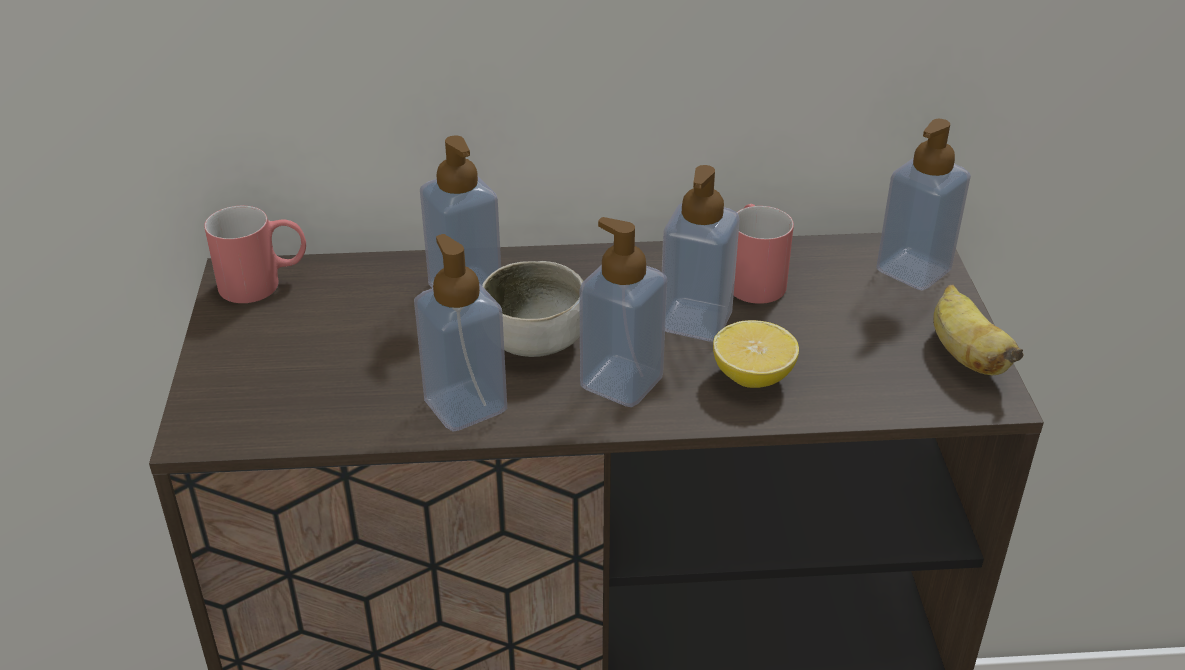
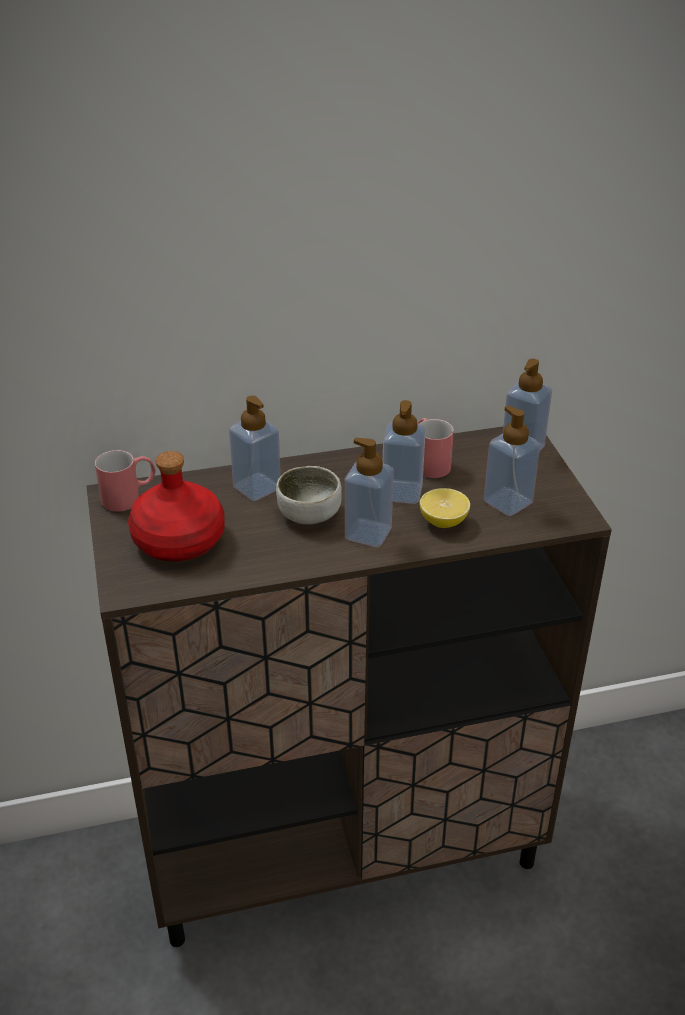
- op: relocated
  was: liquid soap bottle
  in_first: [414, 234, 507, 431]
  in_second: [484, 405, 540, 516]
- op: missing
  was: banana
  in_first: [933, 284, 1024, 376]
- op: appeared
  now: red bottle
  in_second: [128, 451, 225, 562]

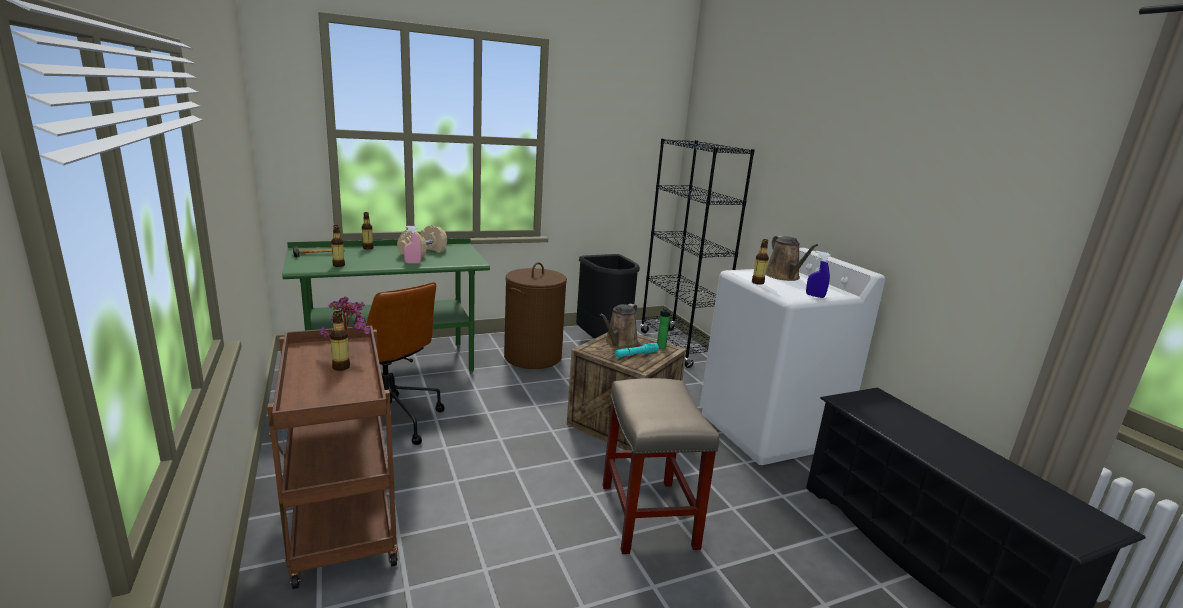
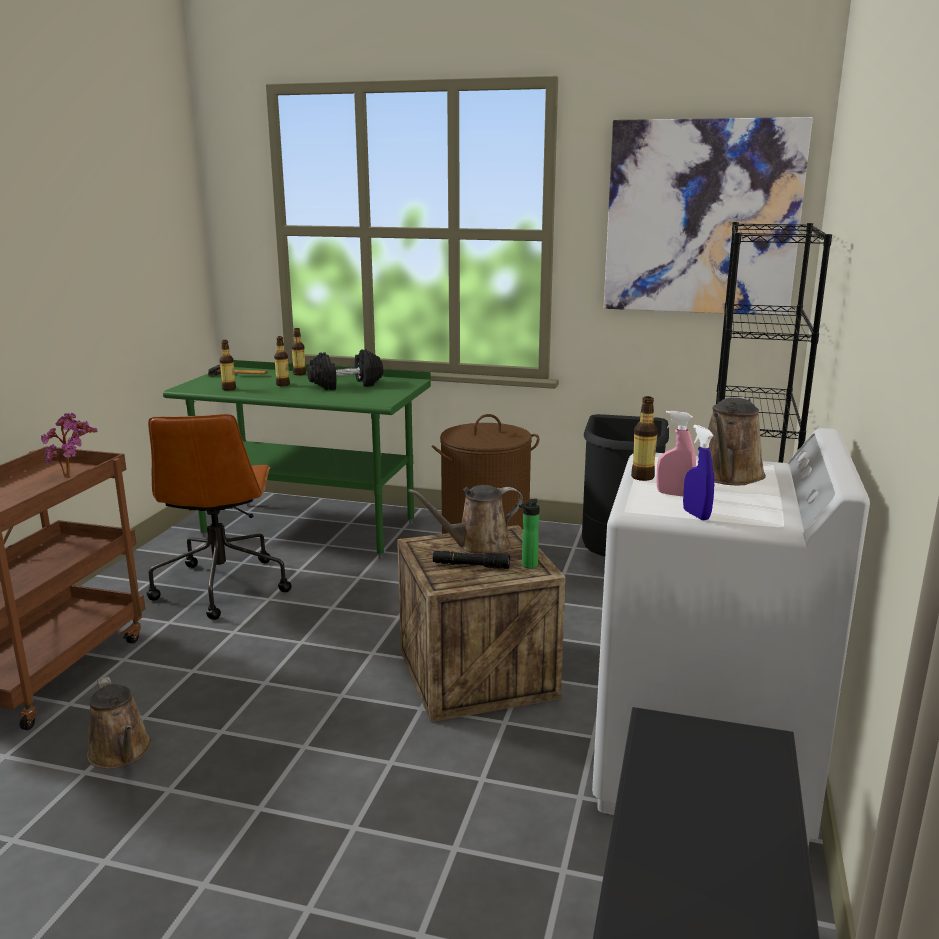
- op: relocated
  was: bottle
  in_first: [330, 311, 350, 371]
  in_second: [274, 336, 290, 386]
- op: colour
  was: sand-coloured dumbbell
  now: blackish dumbbell
  in_first: [397, 225, 447, 258]
  in_second: [307, 349, 383, 390]
- op: relocated
  was: pinkish hand sprayer
  in_first: [404, 226, 421, 264]
  in_second: [656, 411, 696, 496]
- op: missing
  was: sand-coloured stool
  in_first: [603, 378, 719, 554]
- op: colour
  was: turquoise-coloured torch
  now: blackish torch
  in_first: [615, 343, 659, 357]
  in_second: [433, 551, 510, 569]
- op: appeared
  now: brown watering pot
  in_second: [87, 677, 151, 769]
- op: appeared
  now: wall art
  in_second: [604, 117, 813, 316]

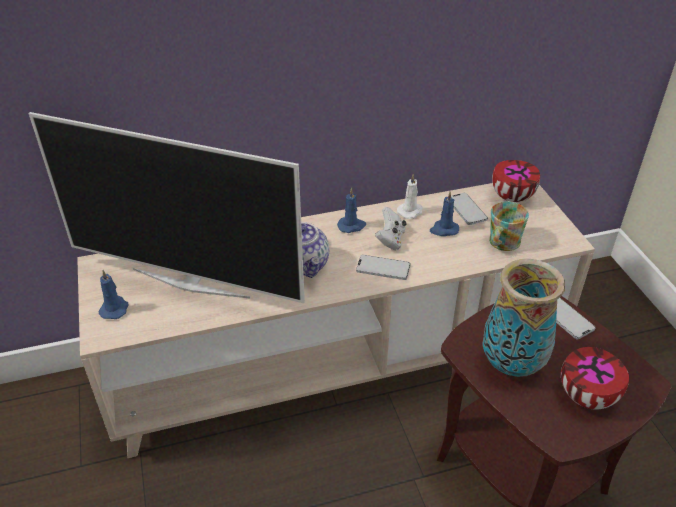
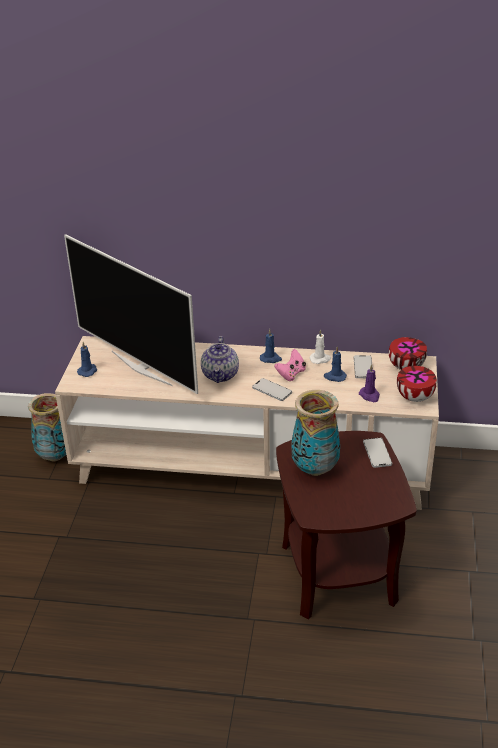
- op: colour
  was: white-coloured game controller
  now: pinkish game controller
  in_first: [375, 207, 407, 250]
  in_second: [274, 349, 306, 381]
- op: exchanged
  was: mug
  now: purple-coloured wax light
  in_first: [489, 202, 529, 251]
  in_second: [359, 364, 380, 402]
- op: relocated
  was: bowl
  in_first: [561, 347, 629, 409]
  in_second: [397, 366, 437, 402]
- op: appeared
  now: flower vase
  in_second: [28, 393, 66, 461]

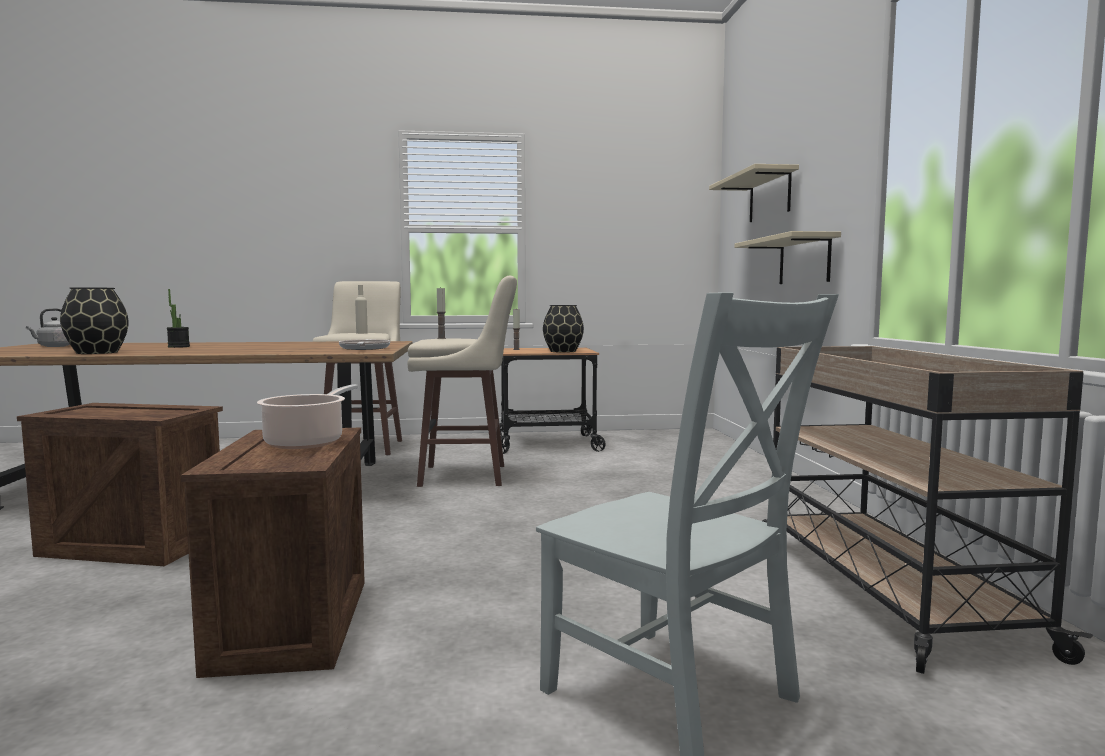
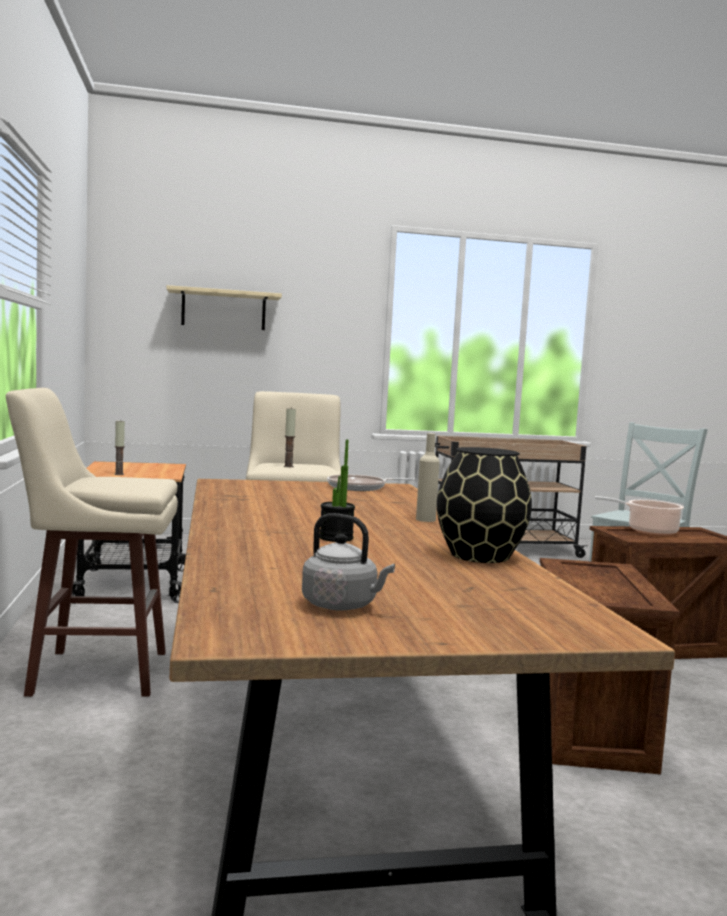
- op: relocated
  was: sand-coloured bottle
  in_first: [355, 285, 368, 334]
  in_second: [416, 433, 440, 522]
- op: missing
  was: blackish flower vase
  in_first: [543, 305, 584, 353]
- op: missing
  was: sand-coloured wall shelf
  in_first: [734, 231, 841, 284]

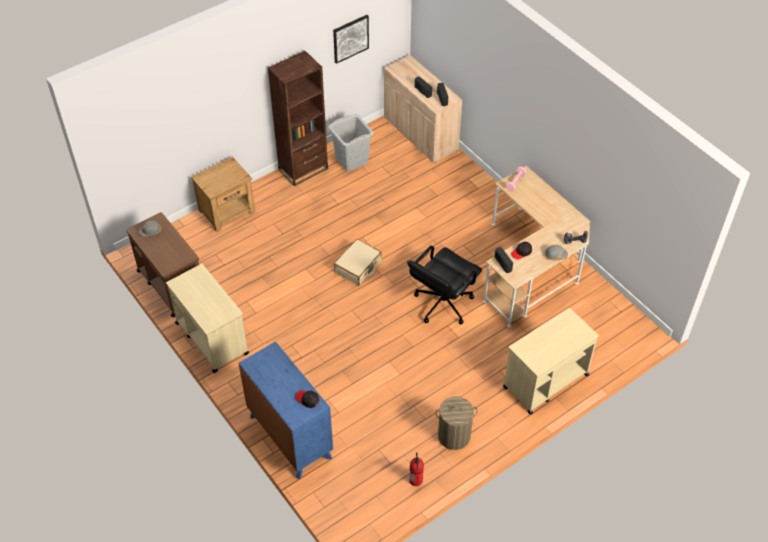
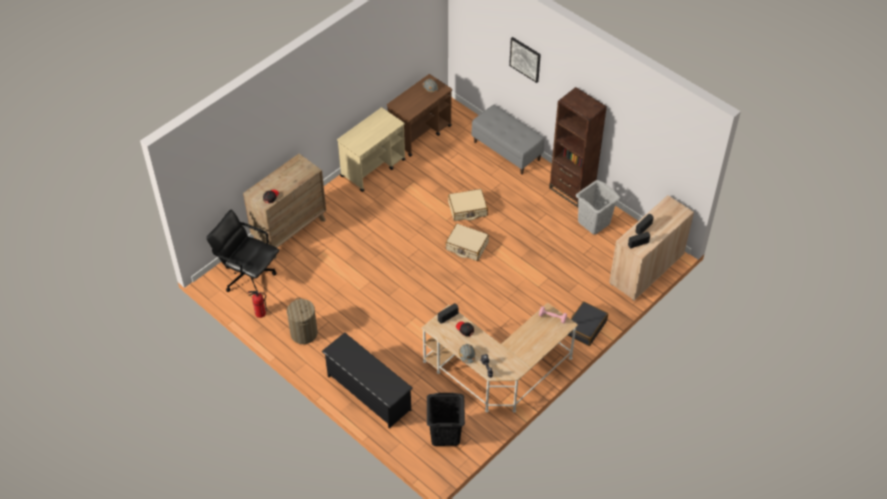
- op: exchanged
  was: brown nightstand
  now: gray indoor bench
  in_first: [191, 157, 255, 232]
  in_second: [472, 105, 545, 175]
- op: colour
  was: blue dresser
  now: brown dresser
  in_first: [239, 341, 333, 479]
  in_second: [243, 154, 326, 259]
- op: relocated
  was: wall art
  in_first: [333, 15, 369, 64]
  in_second: [509, 37, 541, 83]
- op: relocated
  was: blackish computer chair
  in_first: [407, 245, 482, 324]
  in_second: [206, 209, 279, 293]
- op: exchanged
  was: sand-coloured cart
  now: blackish shoe rack
  in_first: [503, 308, 599, 414]
  in_second: [321, 332, 413, 428]
- op: appeared
  now: blackish washing basket
  in_second: [427, 393, 465, 446]
- op: appeared
  now: sand-coloured travel case
  in_second: [448, 189, 488, 221]
- op: appeared
  now: blackish travel case
  in_second: [567, 301, 608, 346]

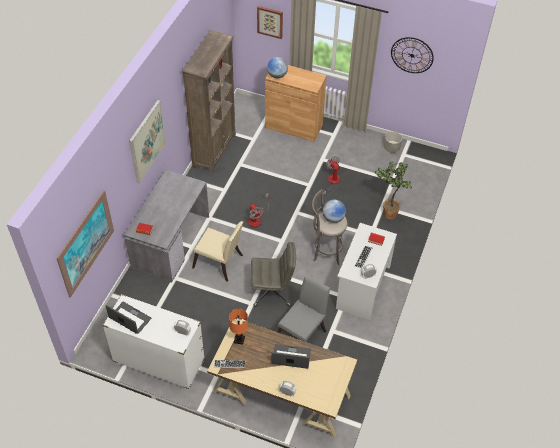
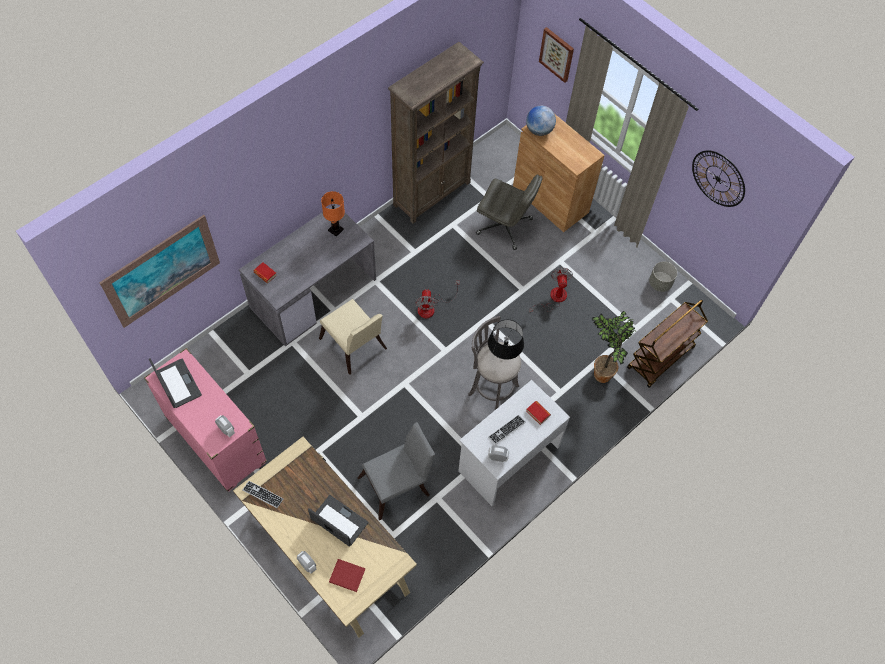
- op: colour
  was: white-coloured dresser
  now: pinkish dresser
  in_first: [102, 294, 205, 390]
  in_second: [144, 348, 267, 492]
- op: missing
  was: wall art
  in_first: [129, 100, 166, 183]
- op: relocated
  was: orange-coloured table lamp
  in_first: [229, 309, 248, 345]
  in_second: [321, 191, 345, 237]
- op: relocated
  was: gray computer chair
  in_first: [251, 242, 296, 307]
  in_second: [476, 174, 543, 250]
- op: exchanged
  was: world globe
  now: blackish table lamp
  in_first: [323, 200, 346, 223]
  in_second: [488, 320, 524, 360]
- op: appeared
  now: red bound book
  in_second: [329, 559, 365, 592]
- op: appeared
  now: brown cart
  in_second: [627, 300, 708, 388]

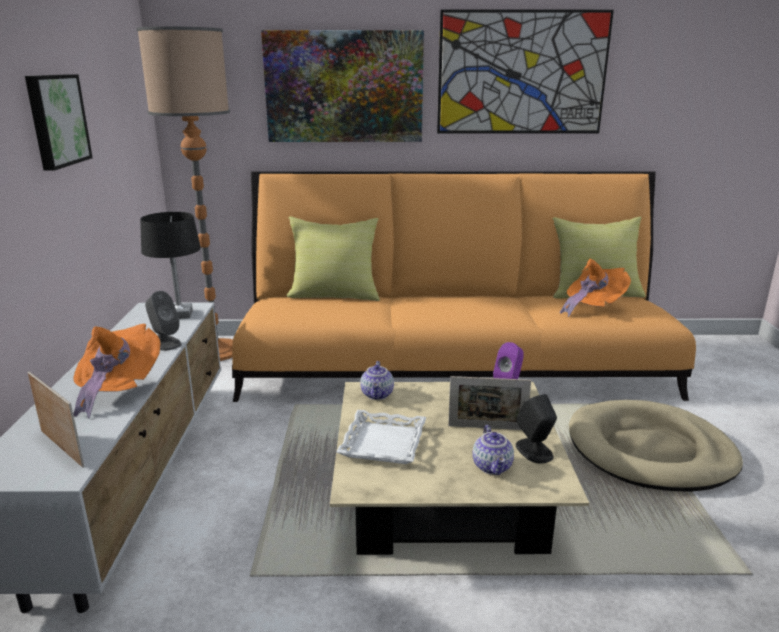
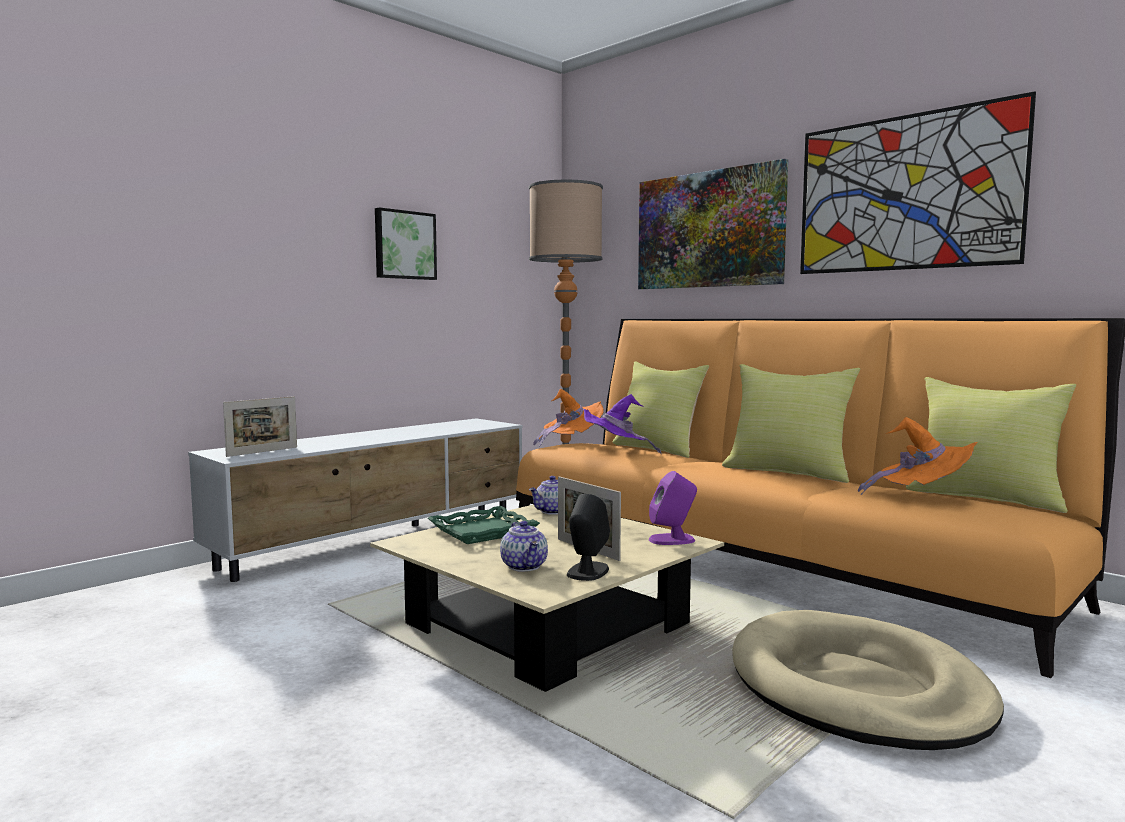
- op: spun
  was: photo frame
  in_first: [27, 372, 84, 468]
  in_second: [223, 396, 297, 457]
  clockwise: 45
- op: relocated
  was: orange-coloured clothing hat
  in_first: [73, 324, 160, 419]
  in_second: [533, 389, 604, 447]
- op: missing
  was: blackish table lamp
  in_first: [140, 212, 201, 319]
- op: missing
  was: gray loudspeaker
  in_first: [145, 291, 182, 351]
- op: colour
  was: white-coloured carrying tray
  now: green carrying tray
  in_first: [336, 410, 426, 464]
  in_second: [428, 506, 540, 544]
- op: spun
  was: teapot
  in_first: [472, 425, 514, 475]
  in_second: [500, 521, 548, 572]
  clockwise: -60
- op: appeared
  now: purple-coloured clothing hat
  in_second: [583, 394, 662, 454]
- op: appeared
  now: yellow throw pillow
  in_second: [722, 364, 860, 483]

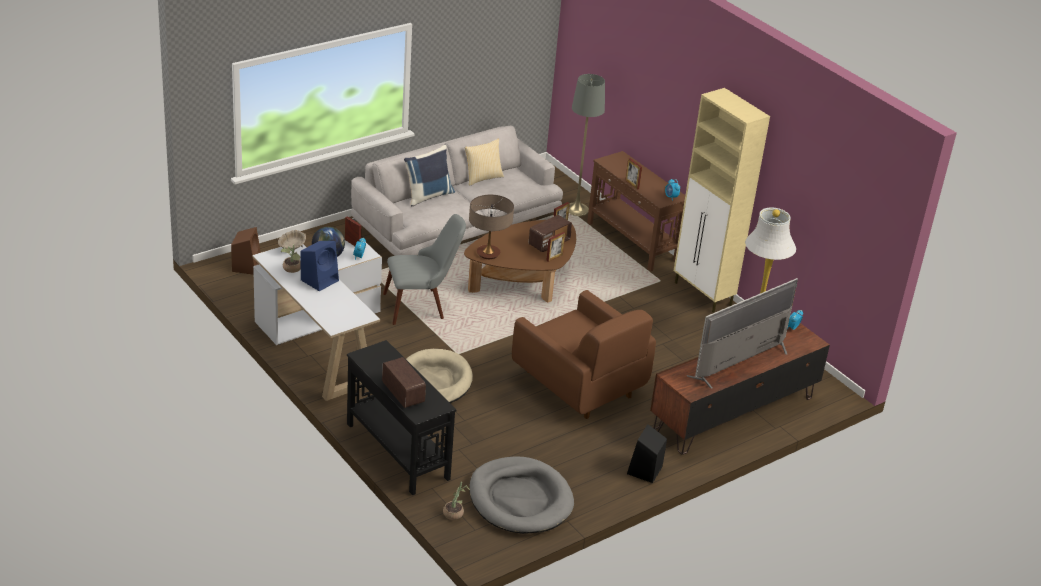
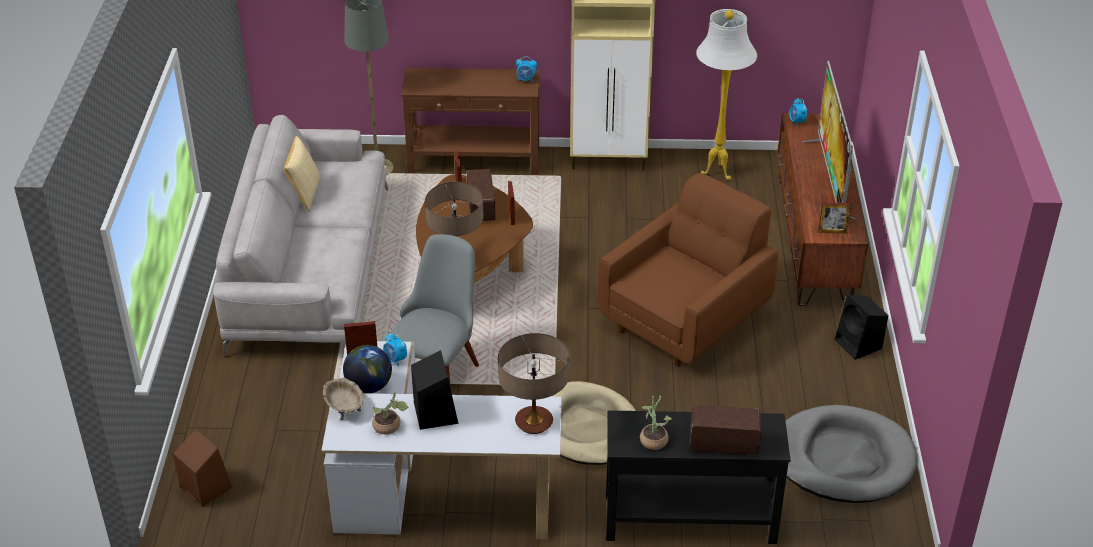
- op: colour
  was: blue loudspeaker
  now: blackish loudspeaker
  in_first: [301, 241, 339, 291]
  in_second: [411, 350, 458, 430]
- op: missing
  was: blue throw pillow
  in_first: [404, 145, 455, 206]
- op: relocated
  was: plant in a pot
  in_first: [443, 481, 470, 520]
  in_second: [640, 395, 672, 450]
- op: spun
  was: brown easy chair
  in_first: [512, 290, 656, 419]
  in_second: [598, 173, 778, 367]
  clockwise: -45
- op: relocated
  was: photo frame
  in_first: [625, 158, 642, 190]
  in_second: [818, 202, 851, 234]
- op: appeared
  now: table lamp
  in_second: [498, 333, 570, 434]

